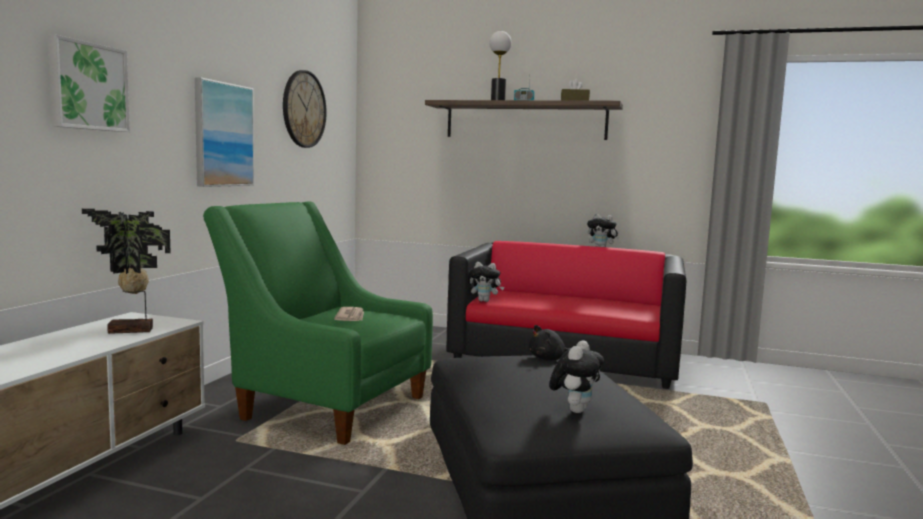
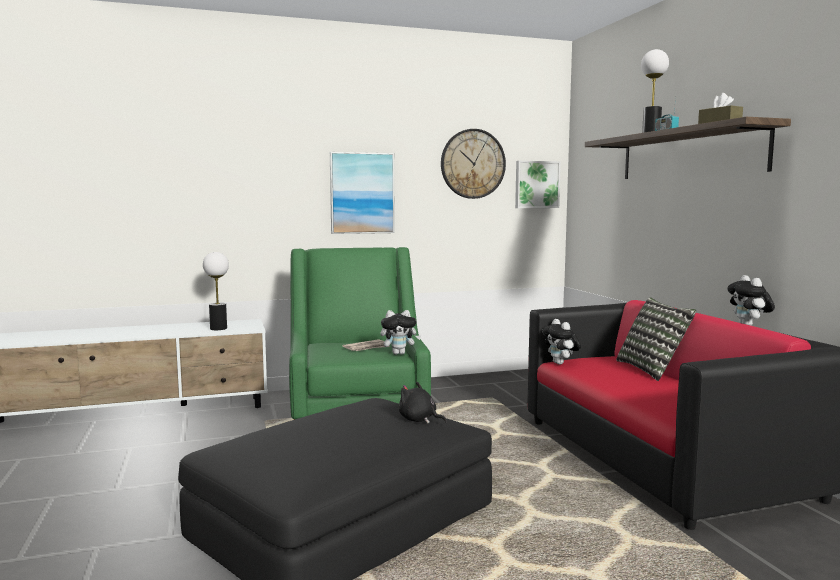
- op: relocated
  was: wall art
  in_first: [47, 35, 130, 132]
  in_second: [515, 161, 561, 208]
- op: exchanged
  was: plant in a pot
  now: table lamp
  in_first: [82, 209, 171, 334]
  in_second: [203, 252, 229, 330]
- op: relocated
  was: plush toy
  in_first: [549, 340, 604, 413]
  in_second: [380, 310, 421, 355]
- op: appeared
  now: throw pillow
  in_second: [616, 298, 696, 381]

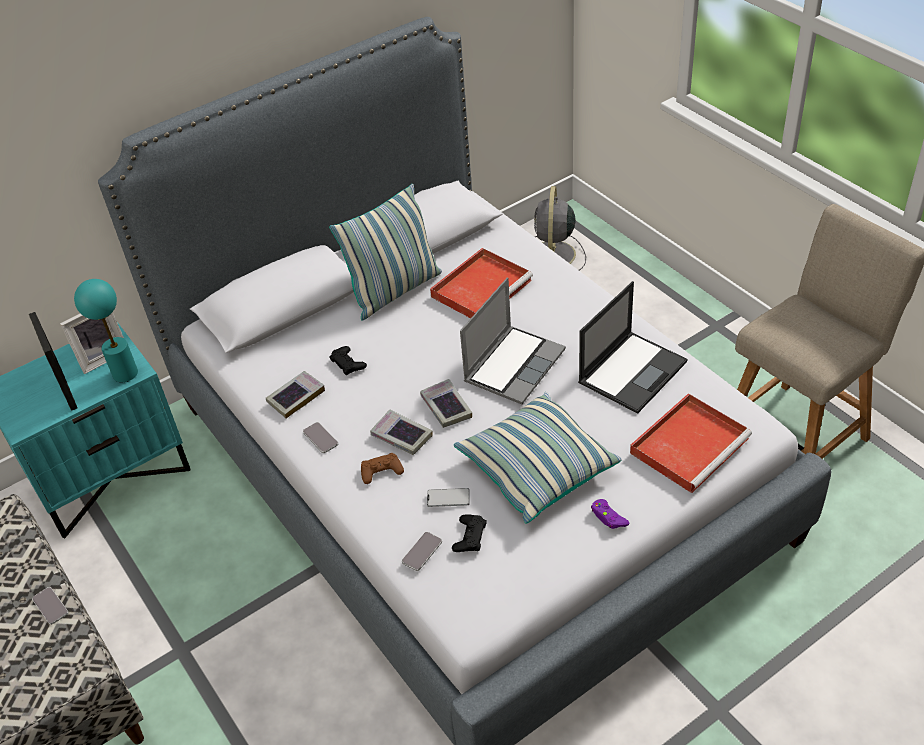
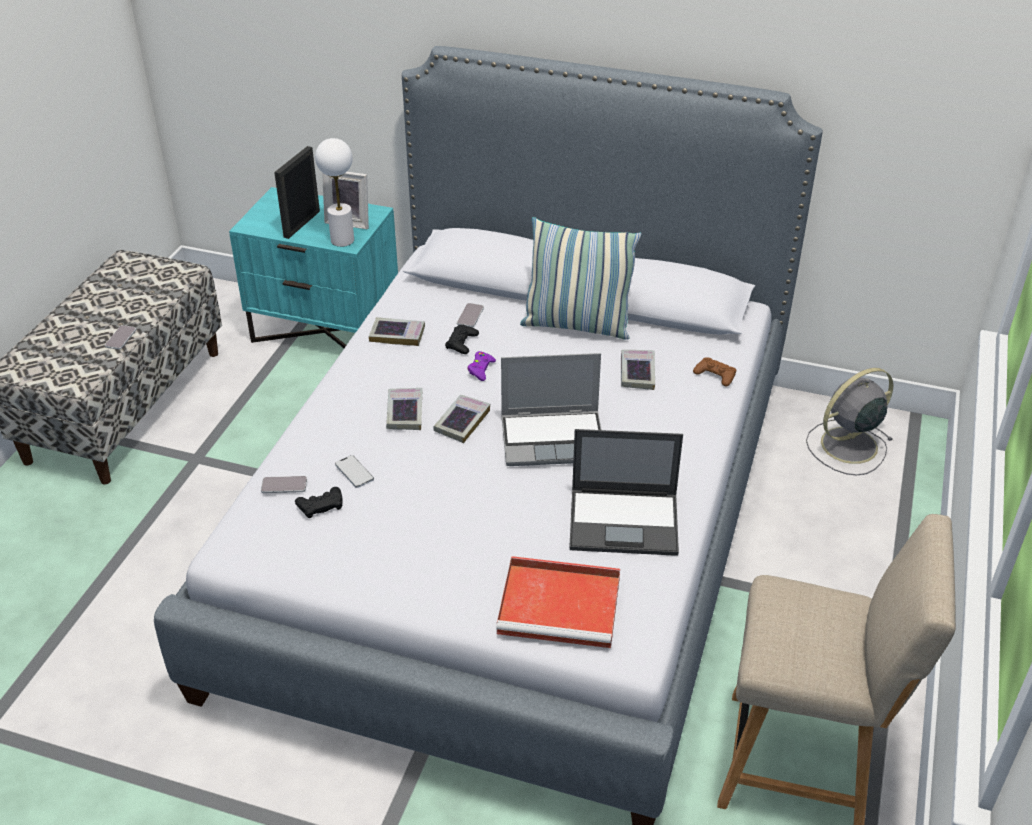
- op: colour
  was: turquoise-coloured table lamp
  now: white-coloured table lamp
  in_first: [74, 279, 138, 382]
  in_second: [315, 138, 354, 247]
- op: relocated
  was: telephone
  in_first: [303, 422, 338, 453]
  in_second: [457, 303, 484, 327]
- op: relocated
  was: brown game controller
  in_first: [361, 453, 404, 484]
  in_second: [693, 357, 737, 386]
- op: exchanged
  was: red carrying tray
  now: bound book
  in_first: [430, 248, 533, 318]
  in_second: [621, 350, 655, 390]
- op: missing
  was: throw pillow
  in_first: [454, 392, 622, 524]
- op: relocated
  was: purple-coloured game controller
  in_first: [591, 499, 629, 529]
  in_second: [467, 351, 496, 381]

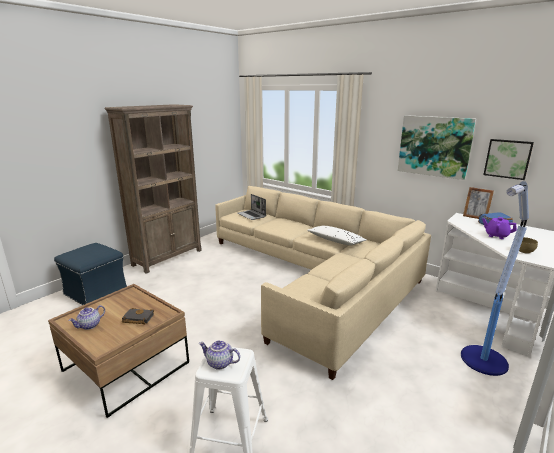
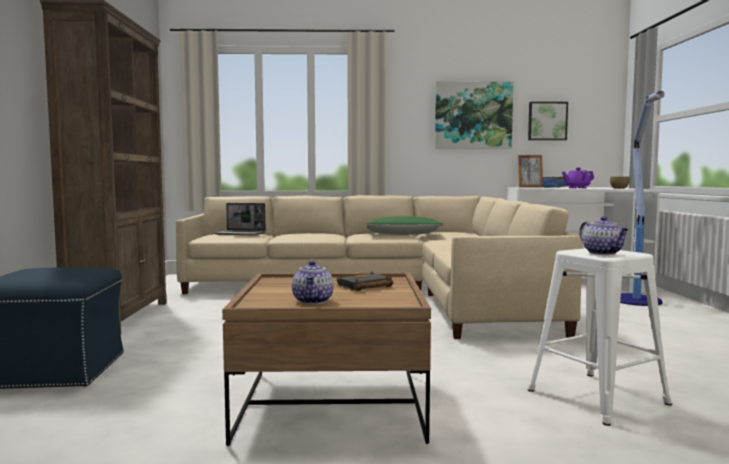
- op: spun
  was: teapot
  in_first: [199, 340, 240, 370]
  in_second: [579, 216, 630, 255]
  clockwise: -90
- op: colour
  was: white-coloured throw pillow
  now: green throw pillow
  in_first: [307, 226, 366, 245]
  in_second: [366, 216, 443, 235]

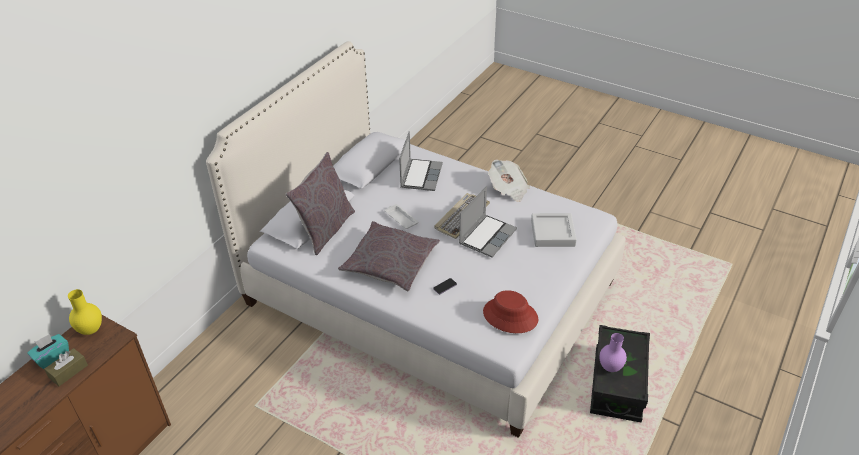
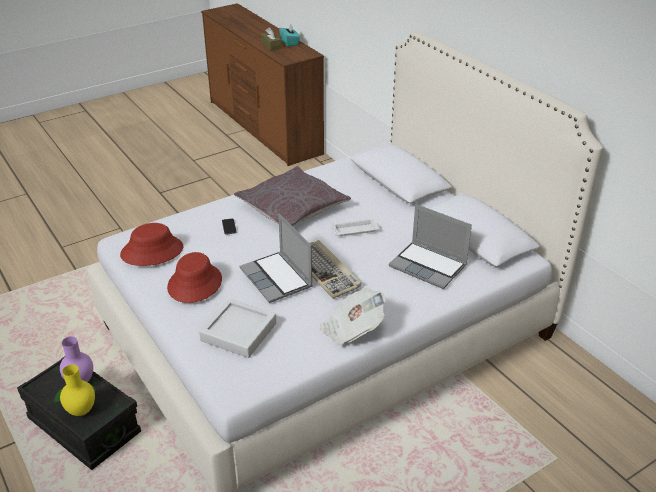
- op: relocated
  was: yellow flower vase
  in_first: [68, 289, 102, 335]
  in_second: [60, 364, 95, 416]
- op: missing
  was: gray throw pillow
  in_first: [286, 152, 355, 255]
- op: appeared
  now: red clothing hat
  in_second: [167, 252, 222, 303]

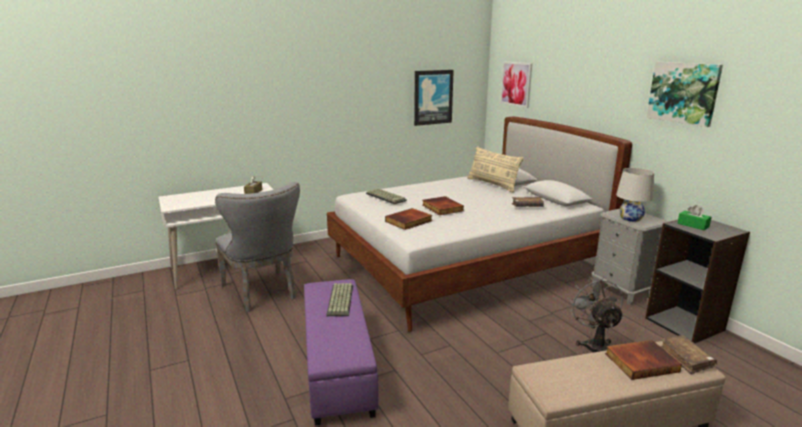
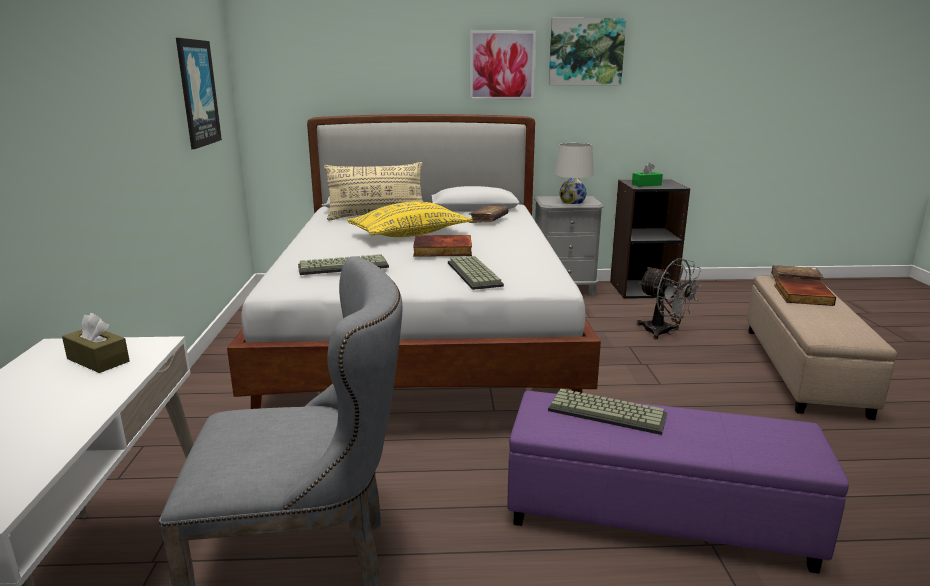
- op: exchanged
  was: bound book
  now: keyboard
  in_first: [385, 208, 432, 230]
  in_second: [448, 256, 504, 290]
- op: relocated
  was: wall art
  in_first: [500, 61, 532, 108]
  in_second: [469, 31, 536, 100]
- op: spun
  was: gray cooling fan
  in_first: [568, 277, 624, 353]
  in_second: [637, 258, 703, 340]
  clockwise: -150
- op: appeared
  now: yellow throw pillow
  in_second: [347, 201, 473, 237]

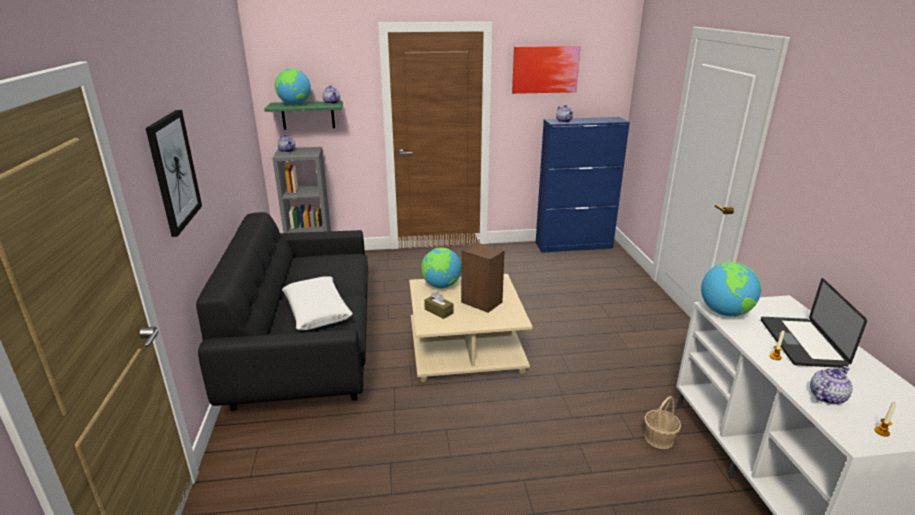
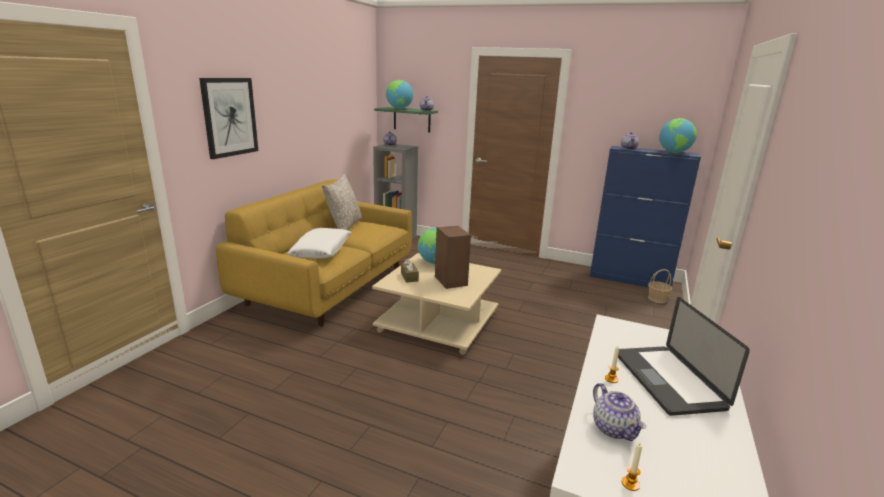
- op: colour
  was: blackish sofa
  now: yellow sofa
  in_first: [196, 212, 368, 411]
  in_second: [216, 179, 412, 327]
- op: missing
  was: wall art
  in_first: [512, 46, 581, 94]
- op: relocated
  was: basket
  in_first: [644, 396, 681, 449]
  in_second: [648, 269, 672, 303]
- op: relocated
  was: world globe
  in_first: [701, 262, 761, 316]
  in_second: [659, 118, 697, 153]
- op: spun
  was: laptop
  in_first: [761, 278, 867, 368]
  in_second: [618, 297, 750, 416]
  clockwise: -45
- op: spun
  was: teapot
  in_first: [810, 366, 853, 405]
  in_second: [593, 383, 646, 441]
  clockwise: 75
- op: appeared
  now: gray throw pillow
  in_second: [322, 173, 362, 230]

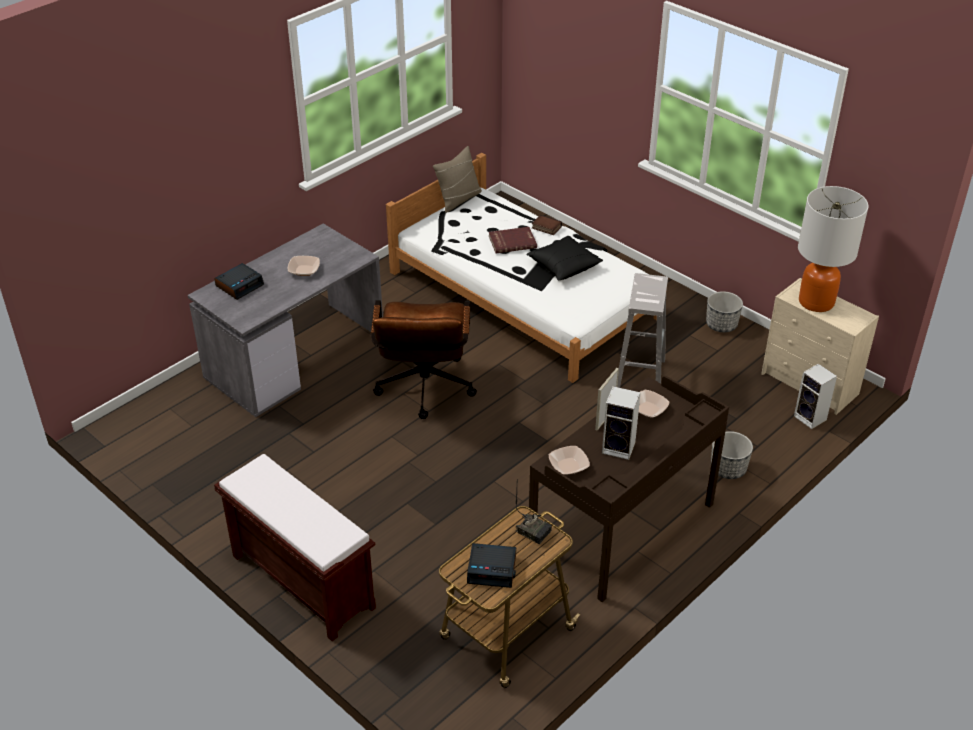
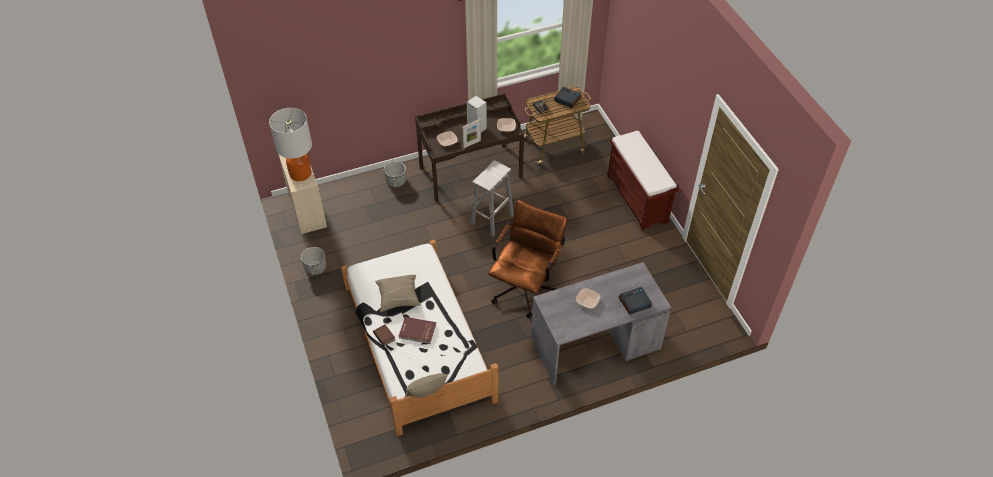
- op: colour
  was: blackish throw pillow
  now: sand-coloured throw pillow
  in_first: [526, 236, 603, 281]
  in_second: [375, 275, 421, 312]
- op: relocated
  was: white-coloured stool
  in_first: [617, 273, 668, 388]
  in_second: [470, 160, 514, 236]
- op: missing
  was: loudspeaker
  in_first: [794, 363, 837, 429]

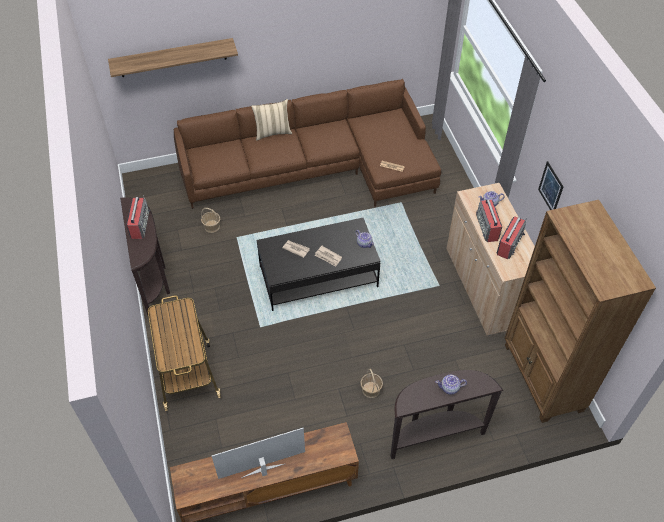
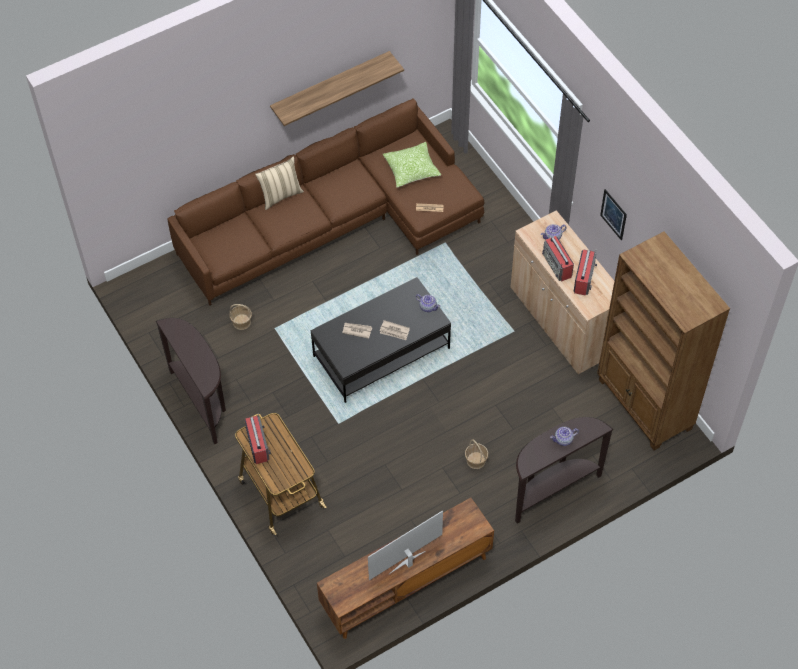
- op: relocated
  was: wall shelf
  in_first: [108, 38, 238, 77]
  in_second: [270, 51, 404, 126]
- op: relocated
  was: radio
  in_first: [126, 195, 150, 239]
  in_second: [245, 414, 271, 464]
- op: appeared
  now: throw pillow
  in_second: [383, 142, 441, 188]

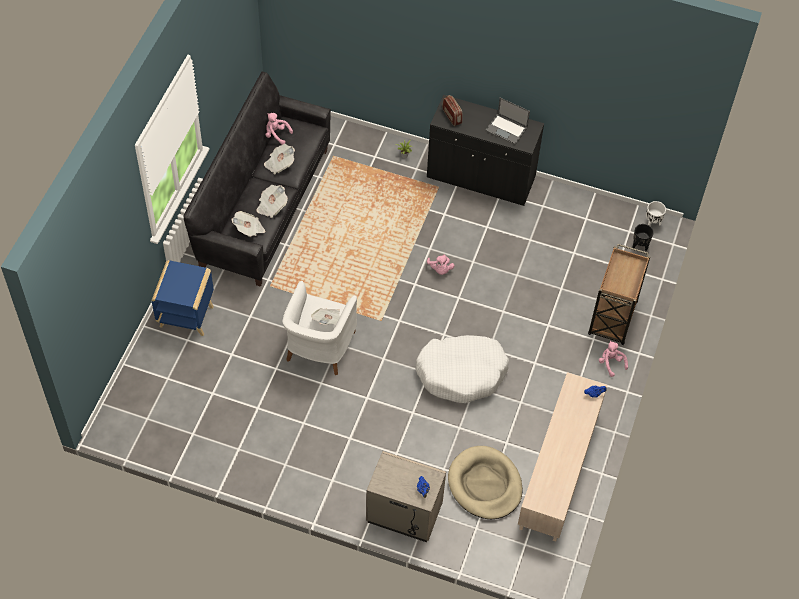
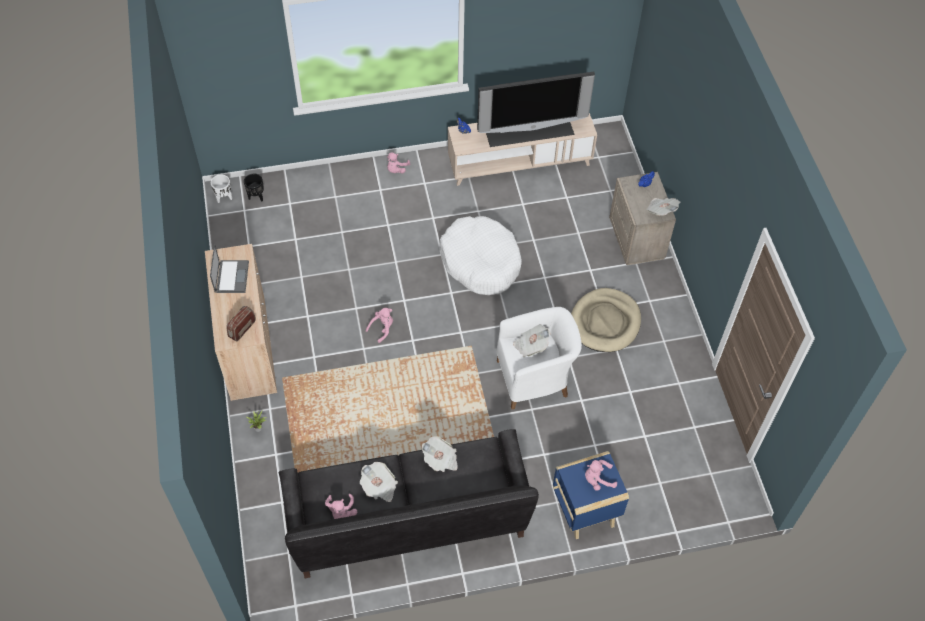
- op: relocated
  was: printed paper
  in_first: [231, 211, 265, 237]
  in_second: [646, 198, 681, 216]
- op: colour
  was: blackish cabinet
  now: sand-coloured cabinet
  in_first: [427, 95, 544, 206]
  in_second: [205, 244, 277, 401]
- op: relocated
  was: sand-coloured dog cushion
  in_first: [448, 446, 523, 519]
  in_second: [571, 288, 641, 352]
- op: missing
  was: brown cart
  in_first: [588, 244, 650, 345]
- op: appeared
  now: television
  in_second: [477, 72, 595, 147]
- op: appeared
  now: pinkish plush toy
  in_second: [585, 460, 617, 491]

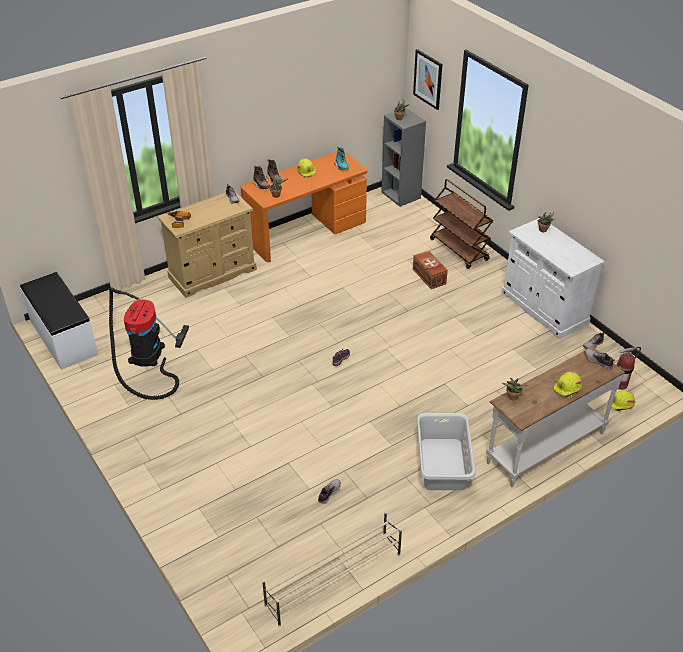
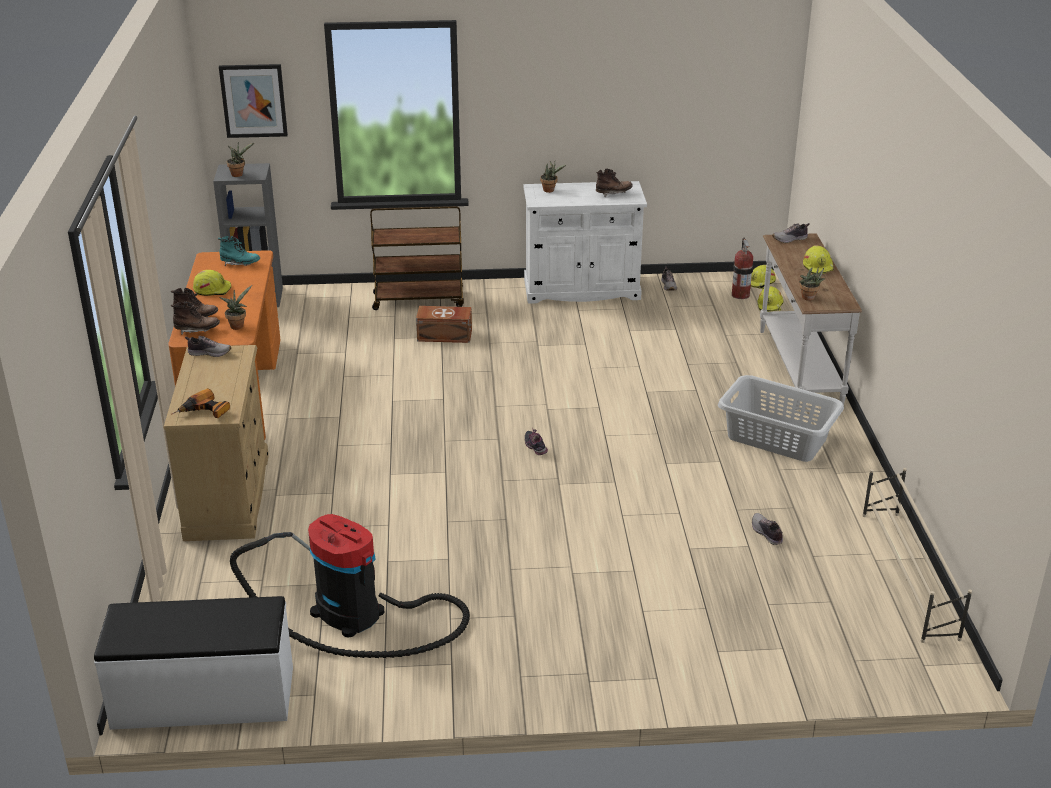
- op: appeared
  now: brown high-top boot
  in_second: [596, 169, 633, 197]
- op: appeared
  now: yellow safety helmet
  in_second: [751, 265, 776, 289]

